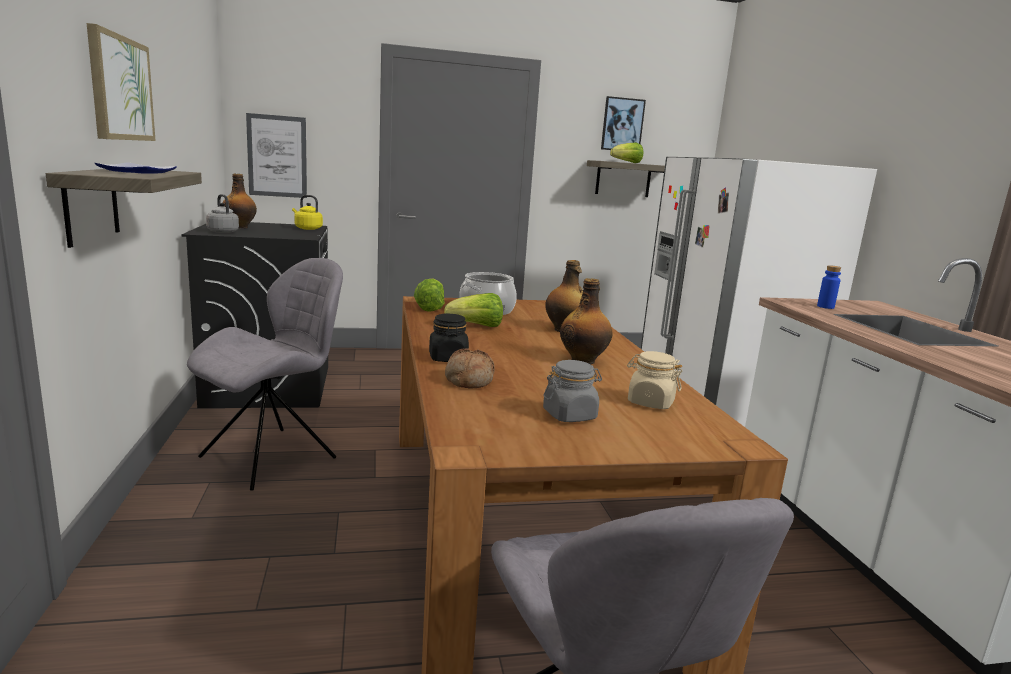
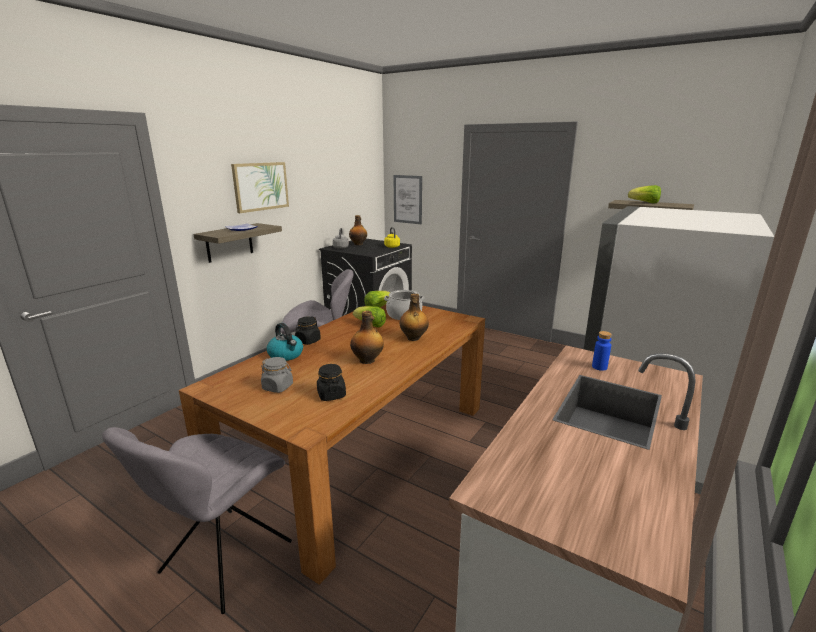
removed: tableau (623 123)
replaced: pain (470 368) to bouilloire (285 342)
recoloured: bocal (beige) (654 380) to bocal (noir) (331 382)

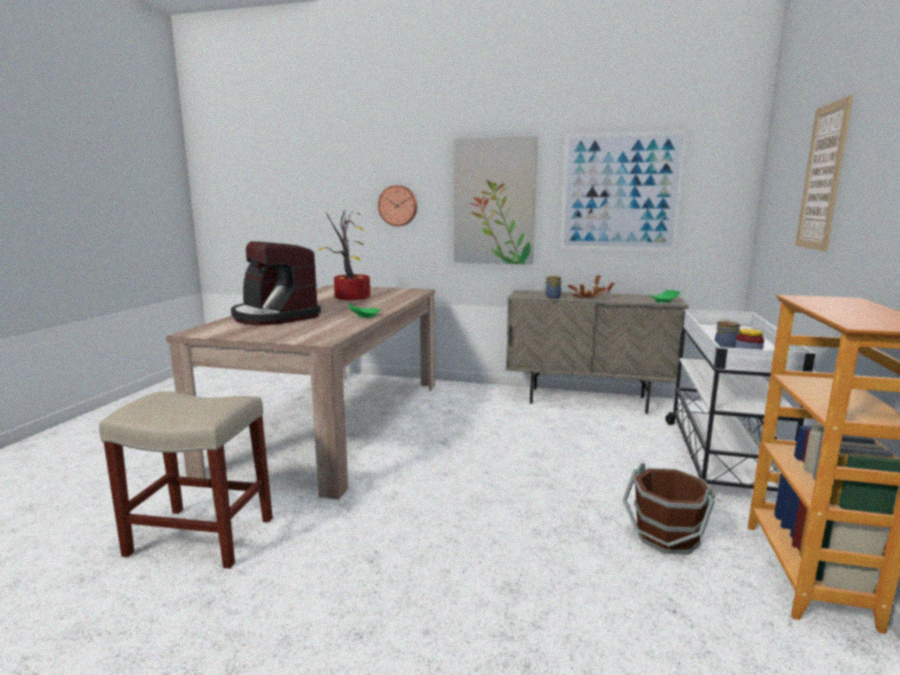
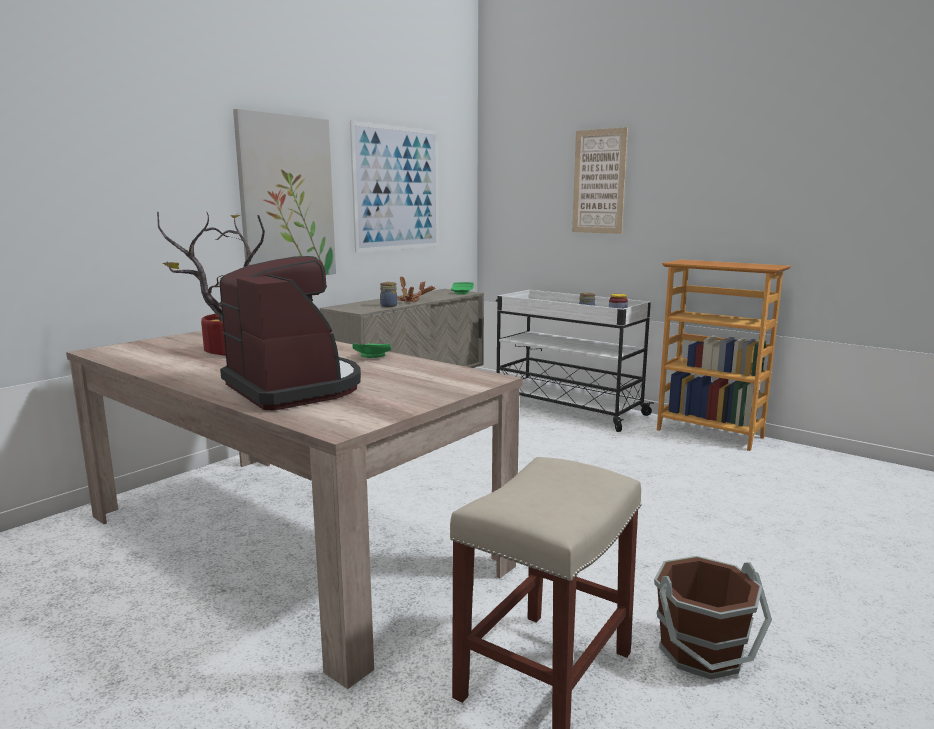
removed: horloge murale (397 205)
moved: seau (marron) (669 509) to (713 617)
turned: machine à café (276 283) = (290 333) 105 degrees counterclockwise

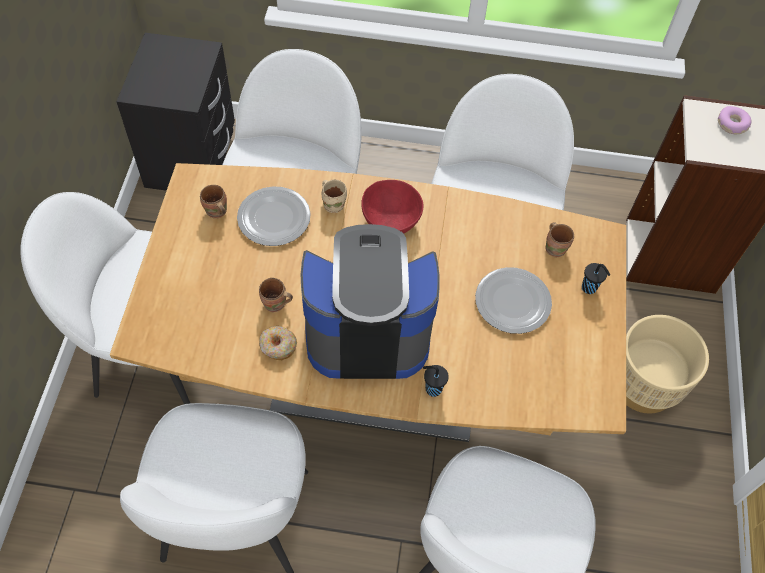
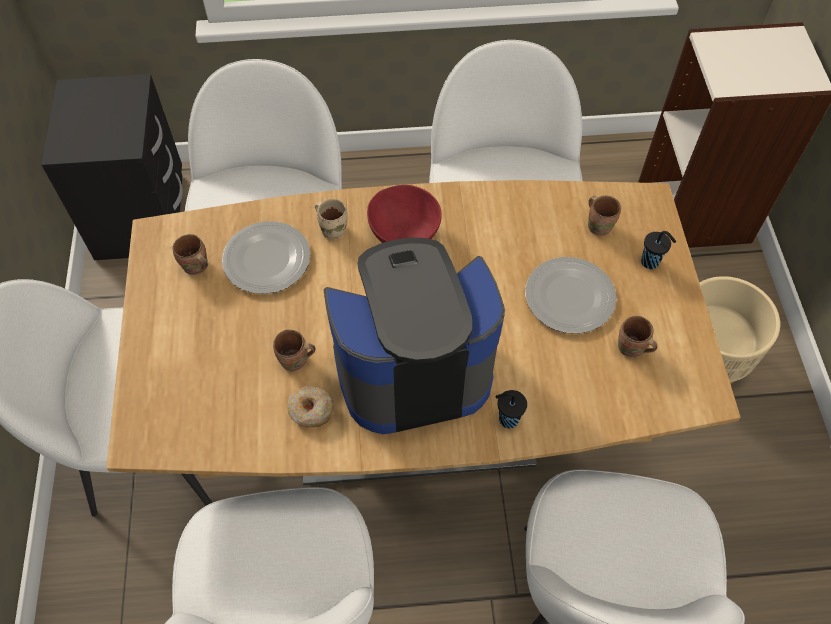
removed: beignet (735 120)
added: mug (marron) (638 337)

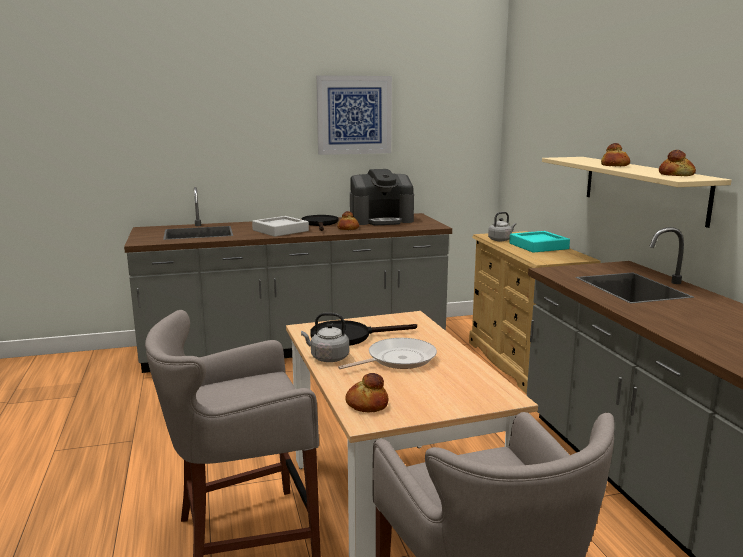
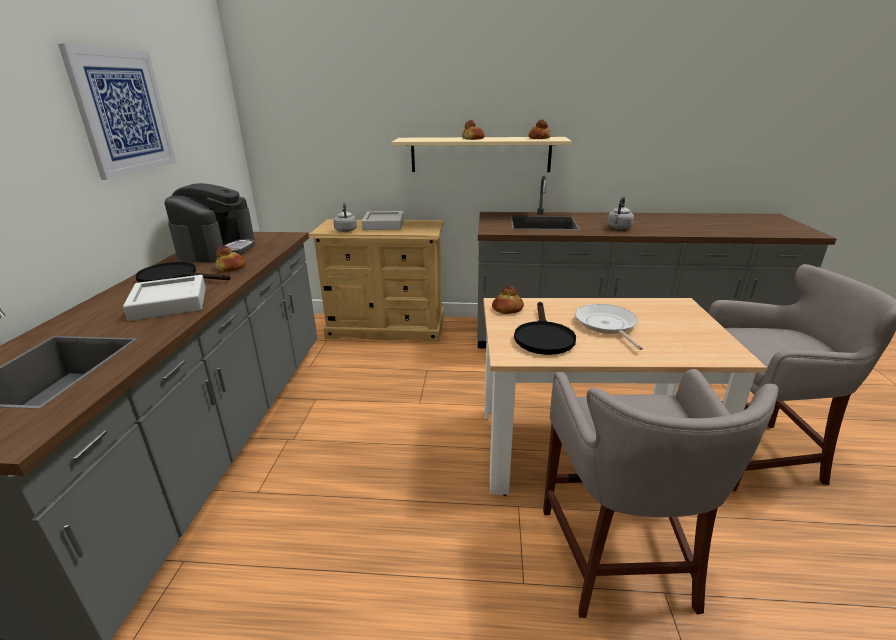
moved: bouilloire (gris) (325 337) to (620 213); pain (367 393) to (508 299)
recoloured: plateau (turquoise) (539 242) to plateau (gris) (382 220)

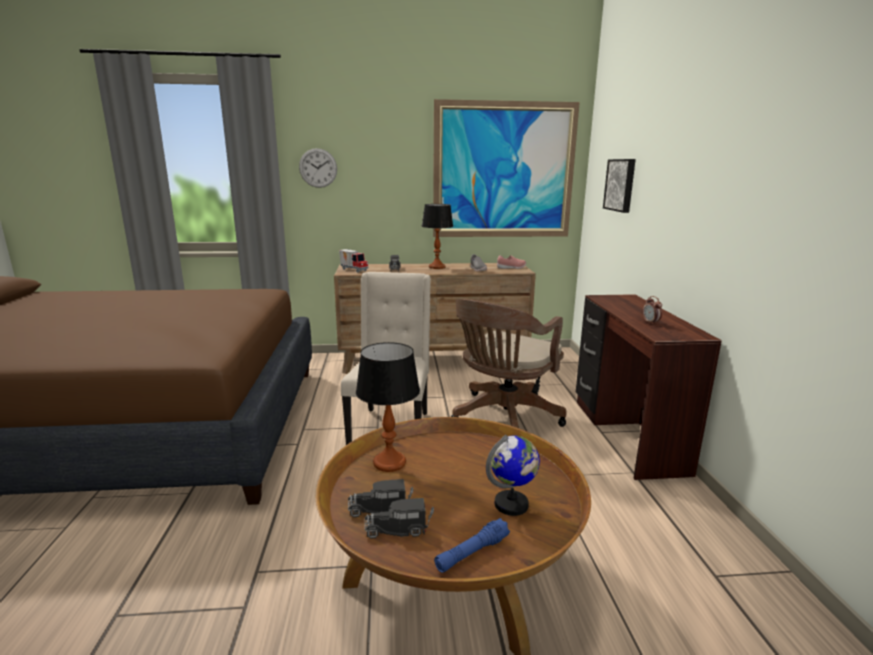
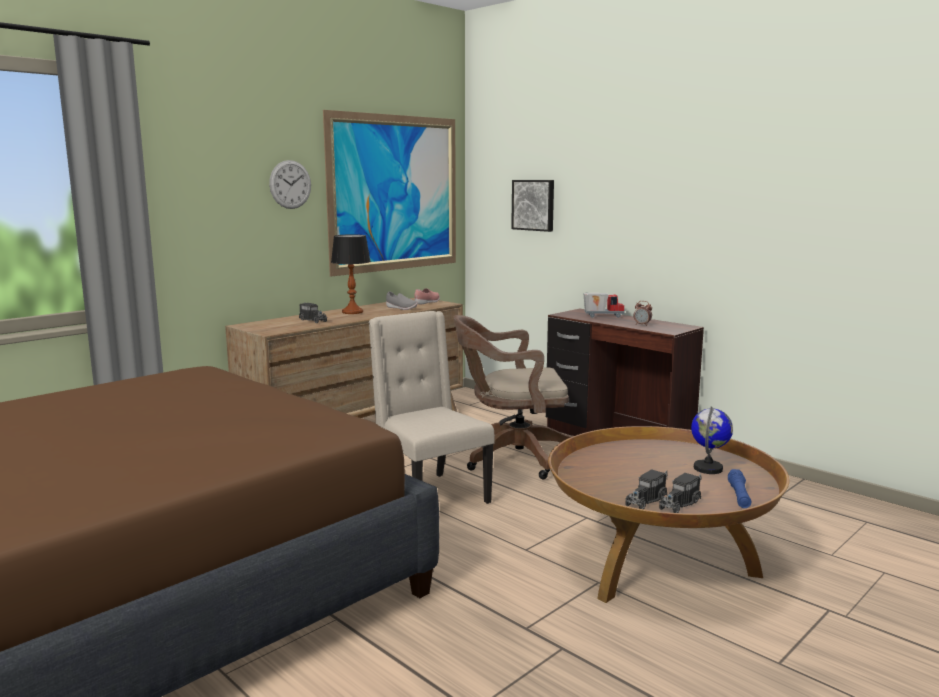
removed: lampe de table (388 407)
moved: horloge murale (318 168) to (290 184); camion jouet (354 261) to (604 305)
turned: chaise de bureau (marron) (509 363) = (513 397) 90 degrees clockwise

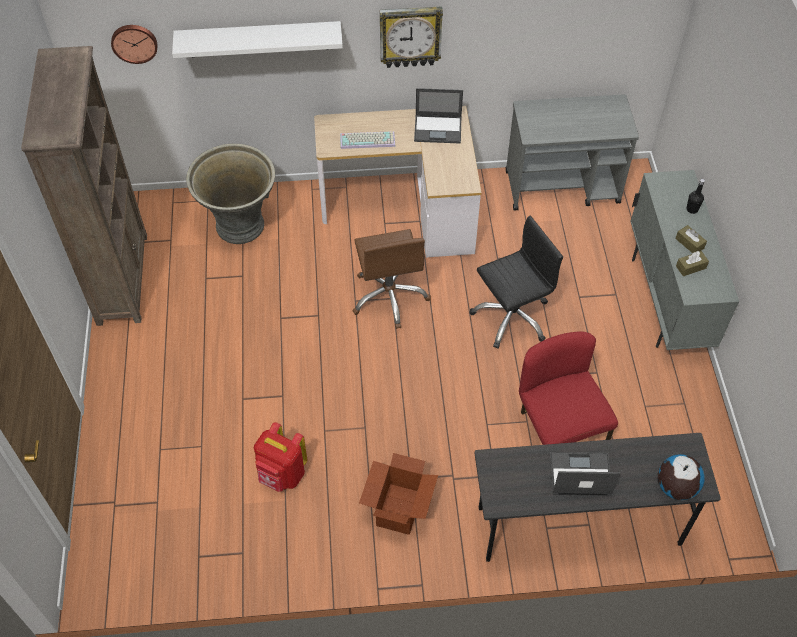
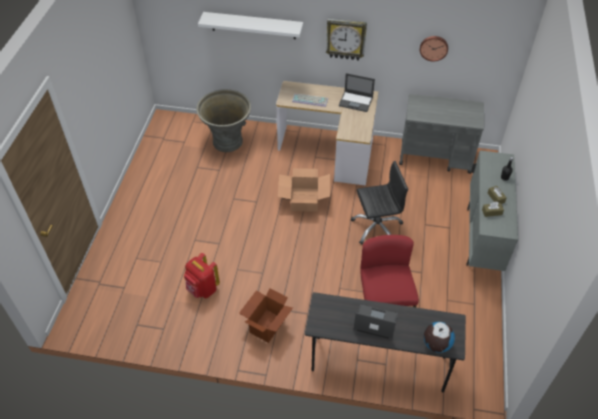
removed: bibliothèque (marron) (84 186)
moved: horloge murale (134 44) to (434 49)
replaced: chaise de bureau (marron) (391 279) to carton (304 190)

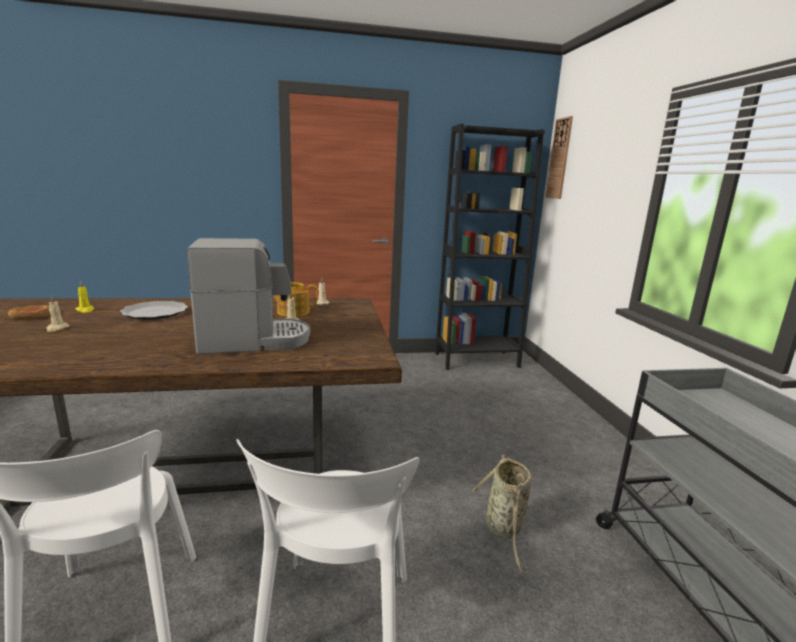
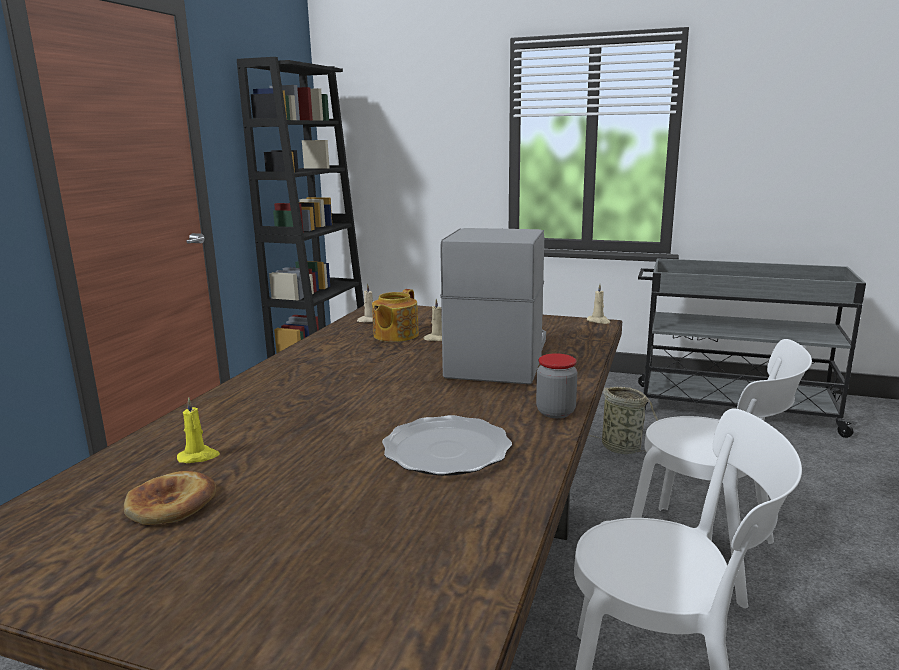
removed: horloge murale (559 157)
added: bocal (556 385)
moved: bougie (beige) (58 314) to (599 304); assiette (154 310) to (447 445)

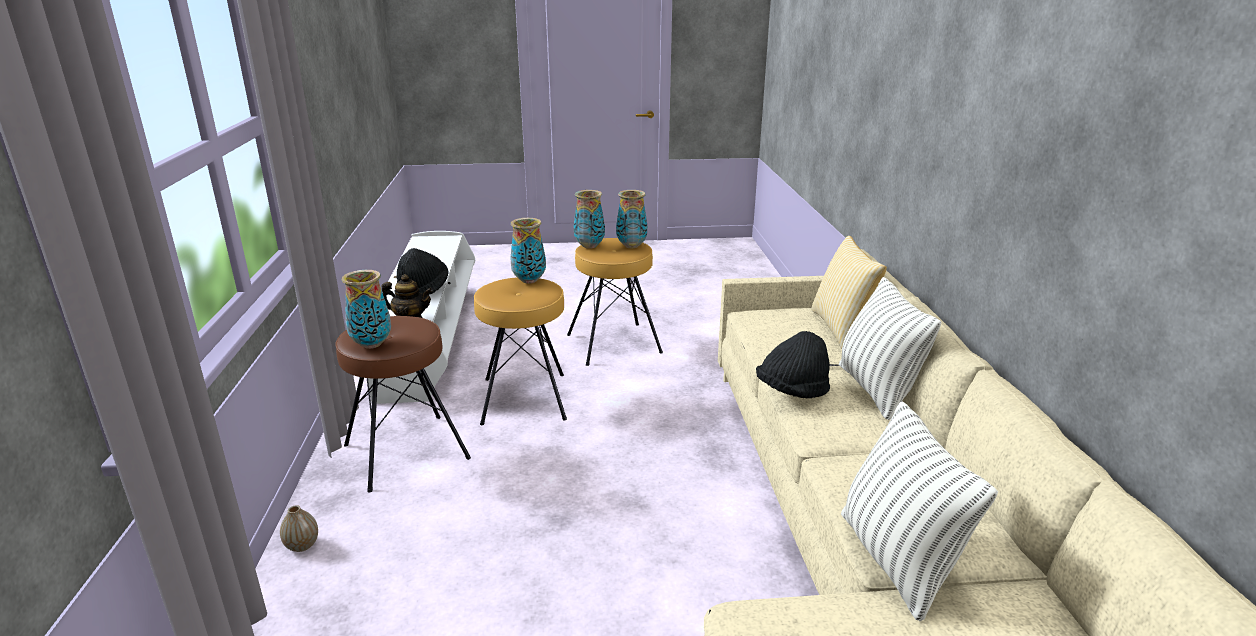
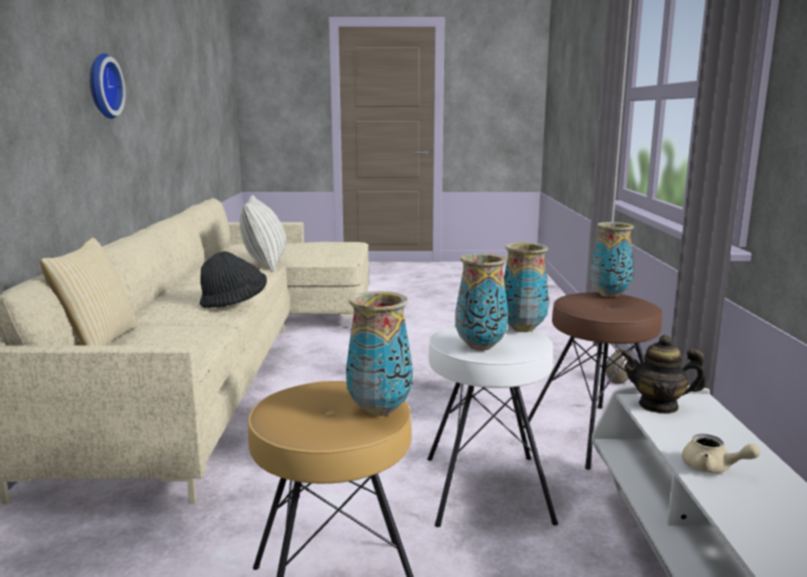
removed: coussin (890 348)
added: horloge murale (107 86)
moved: vase (631 219) to (526 287)
replaced: chapeau (noir) (423 271) to théière (beige) (721 453)
recoloured: tabouret (marron) (520 351) to tabouret (blanc) (492 425)

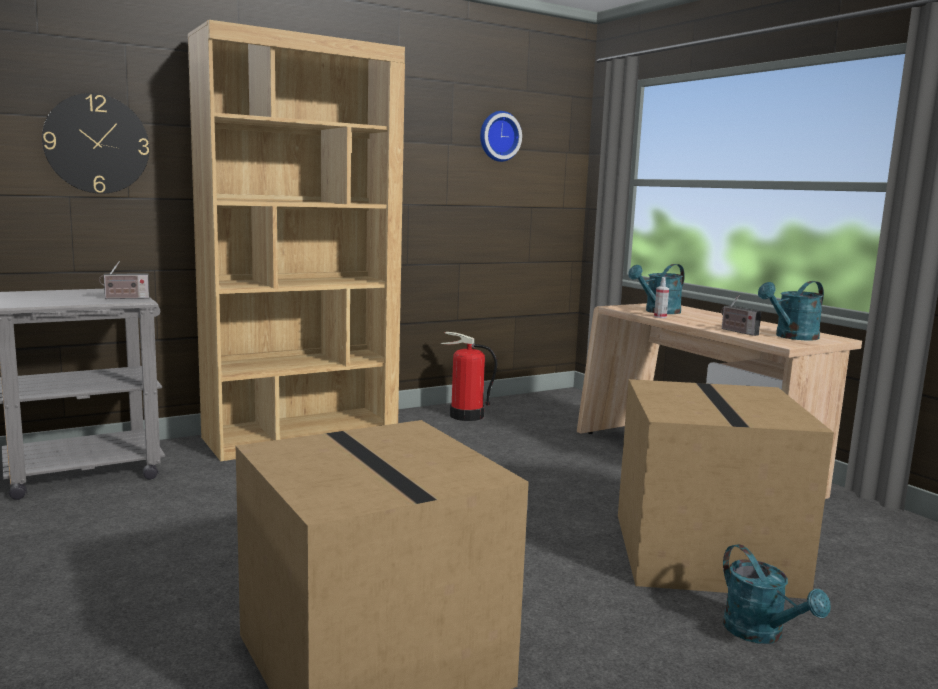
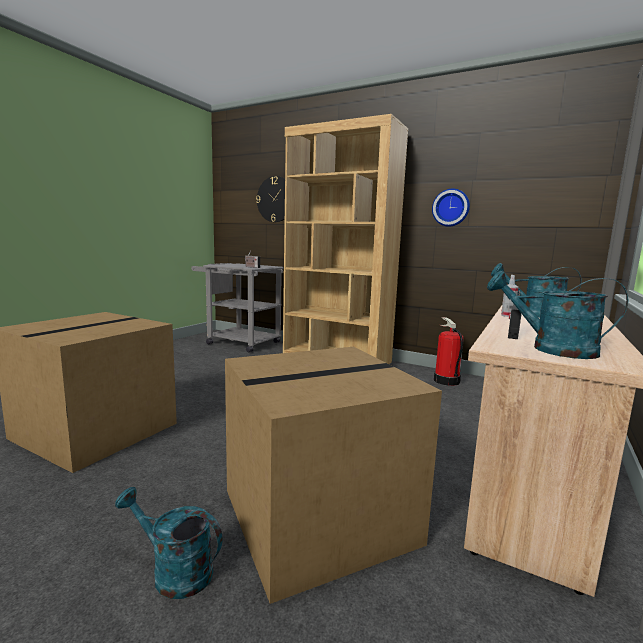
moved: horloge murale (501 136) to (451 208)
turned: arrosoir (turquoise) (776 594) = (169 543) 75 degrees clockwise

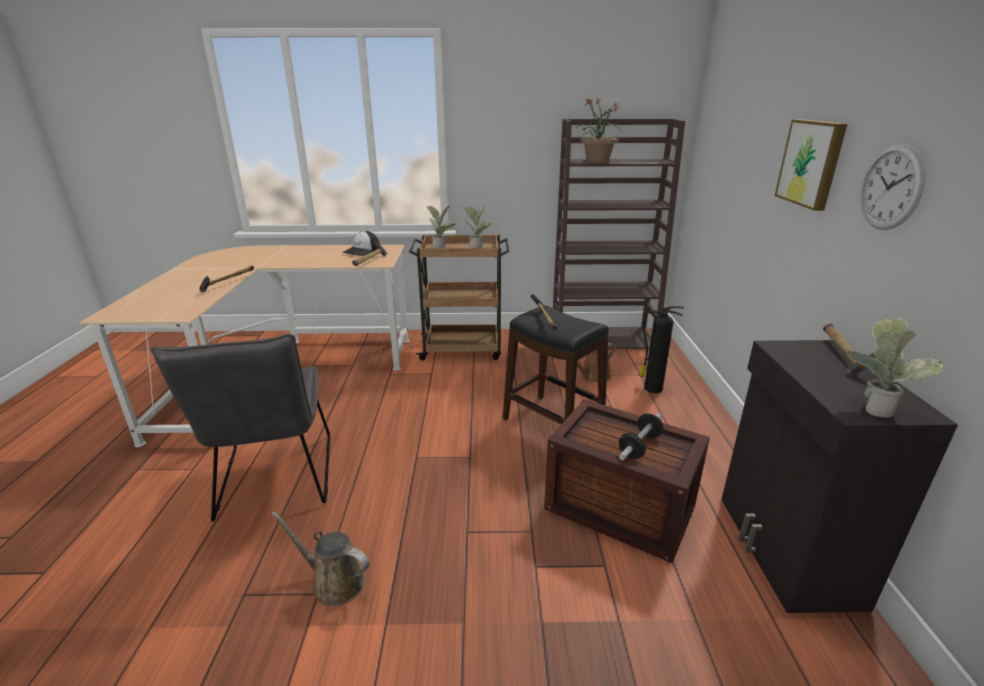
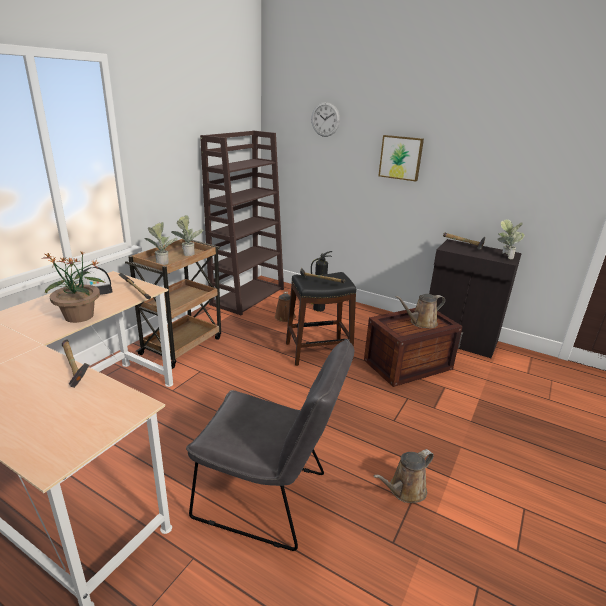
moved: plante en pot (598 130) to (75 287); horloge murale (893 187) to (325 119)
replaced: haltère (641 436) to arrosoir (marron) (420 311)

